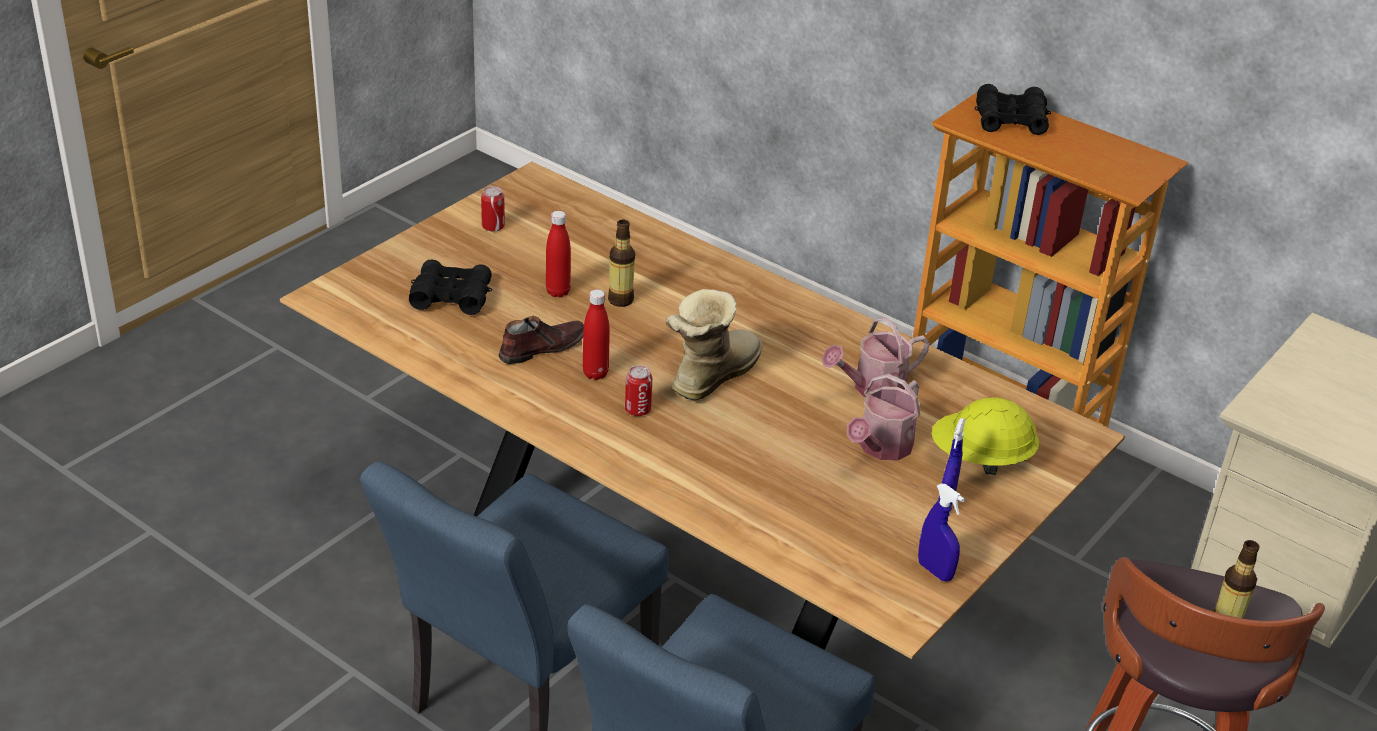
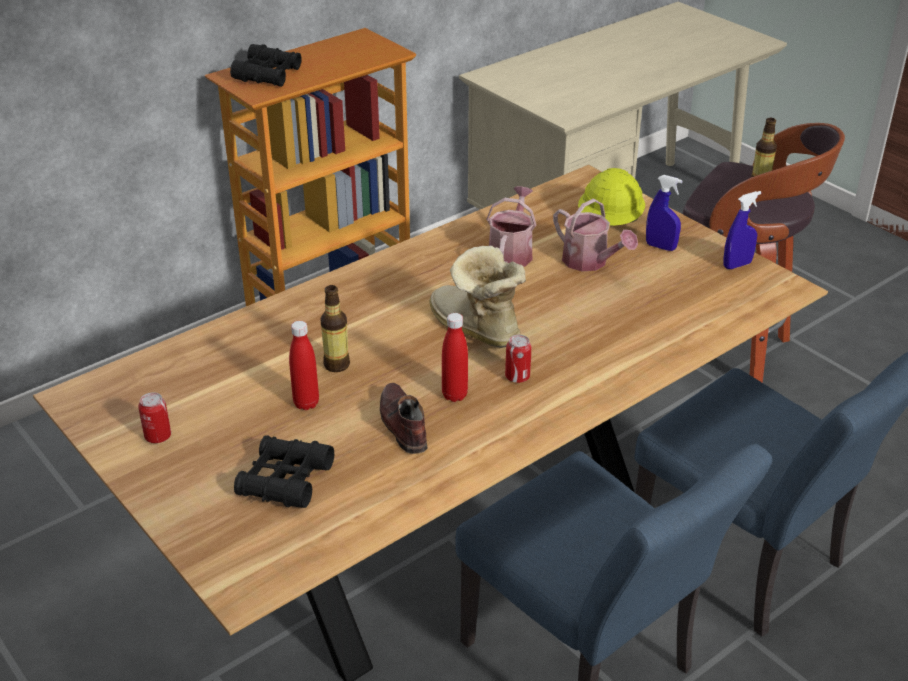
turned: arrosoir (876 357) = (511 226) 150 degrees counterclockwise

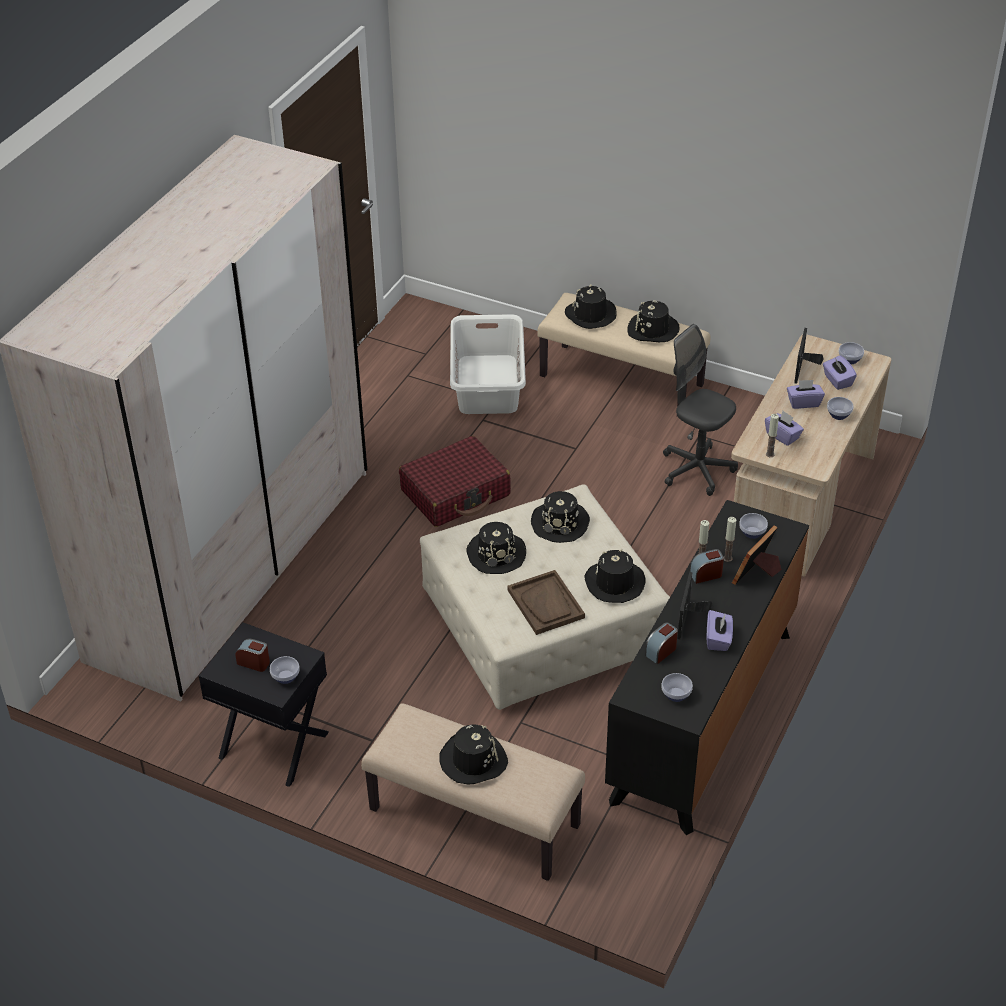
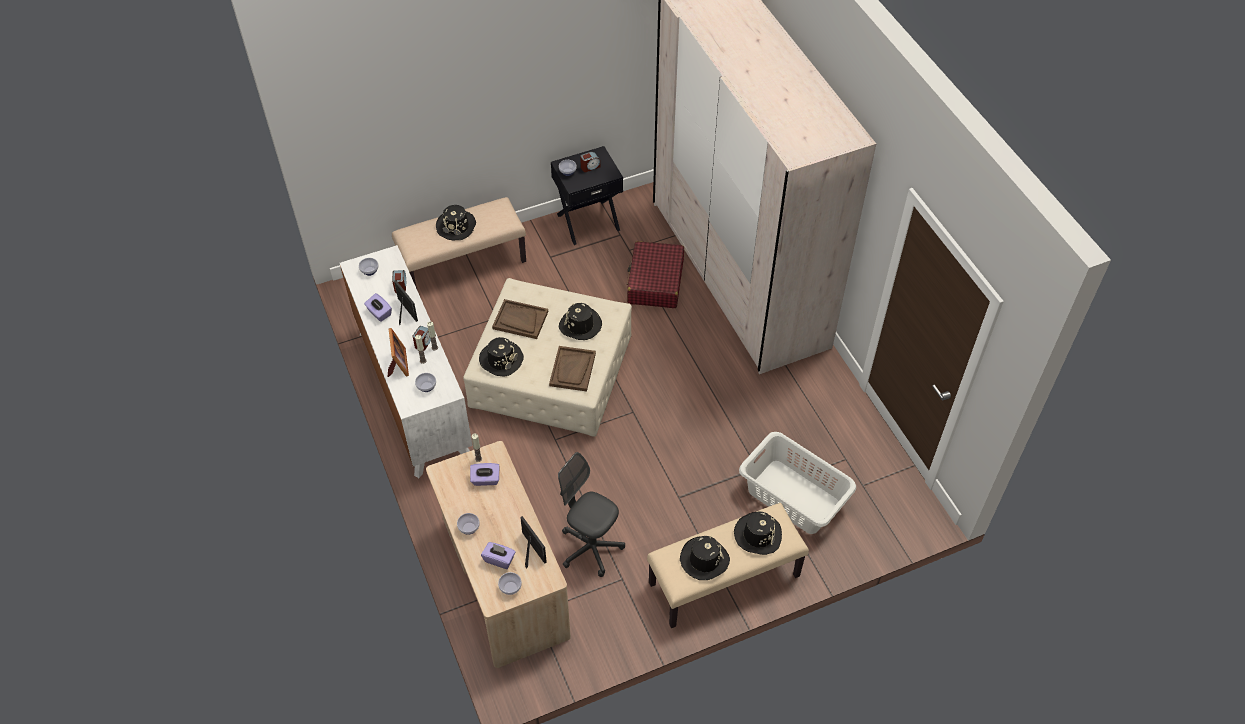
removed: boîte à mouchoirs (violet) (806 394)
moved: valise (rouge) (455 481) to (655 274)
replaced: chapeau (noir) (560 517) to plateau (marron) (572 369)
recoloured: commode (noir) (707 667) to commode (blanc) (406 361)
turned: chaise de bureau (gris) (700 410) = (591 514) 135 degrees counterclockwise

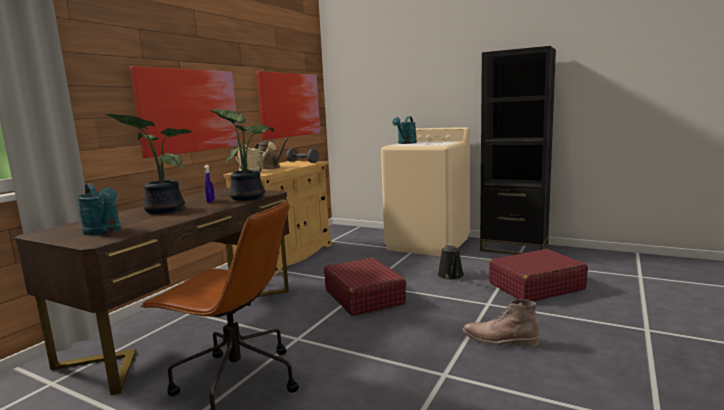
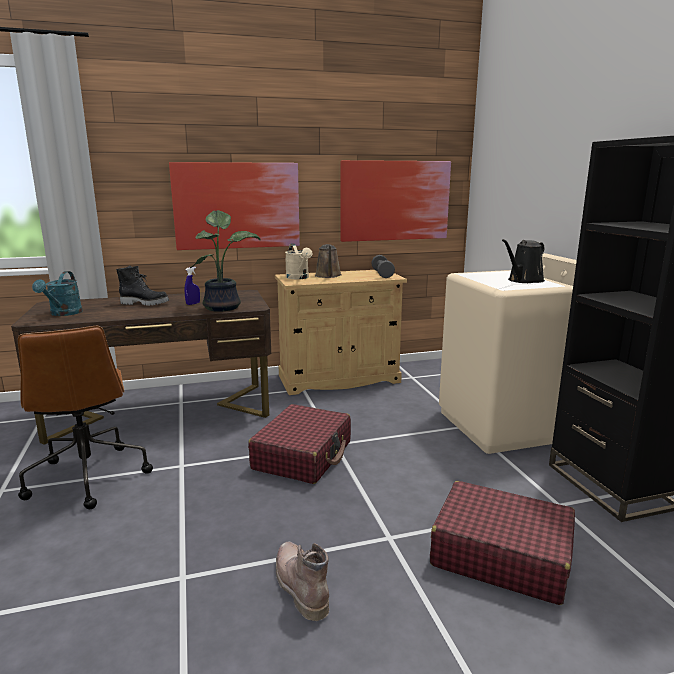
removed: arrosoir (turquoise) (404 130)
moved: arrosoir (noir) (451 261) to (523 261)
replaced: plante en pot (148 163) to botte (noir) (142 286)

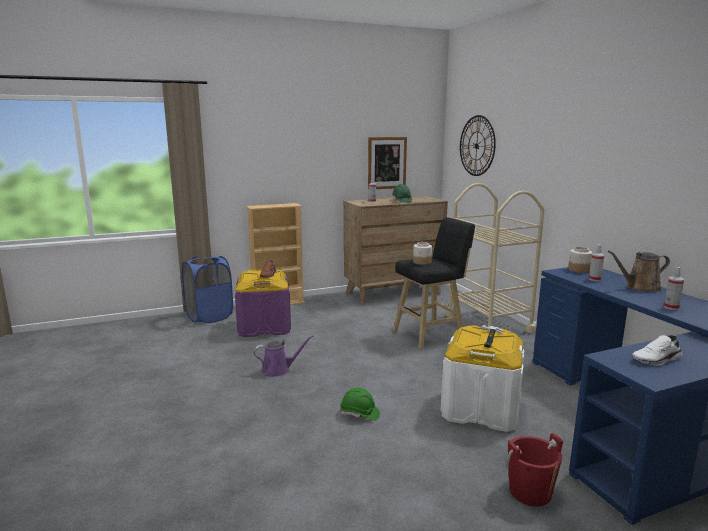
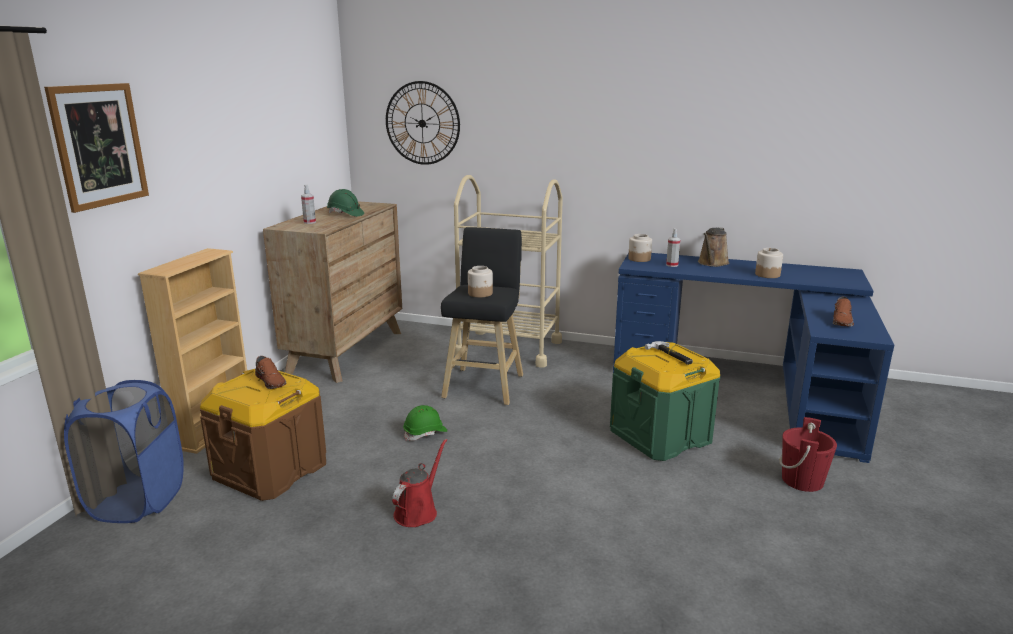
moved: tableau (387 163) to (96 148); casque de chantier (vert) (360 404) to (425 423)
replaced: vaporisateur (674 288) to bocal (769 263)
recoloured: boîte de rangement (violet) (263 303) to boîte de rangement (marron) (263 435); boîte de rangement (blanc) (482 379) to boîte de rangement (vert) (665 401); arrosoir (violet) (283 356) to arrosoir (rouge) (419 483); chaussure (blanc) (657 350) to chaussure (marron) (843 311)

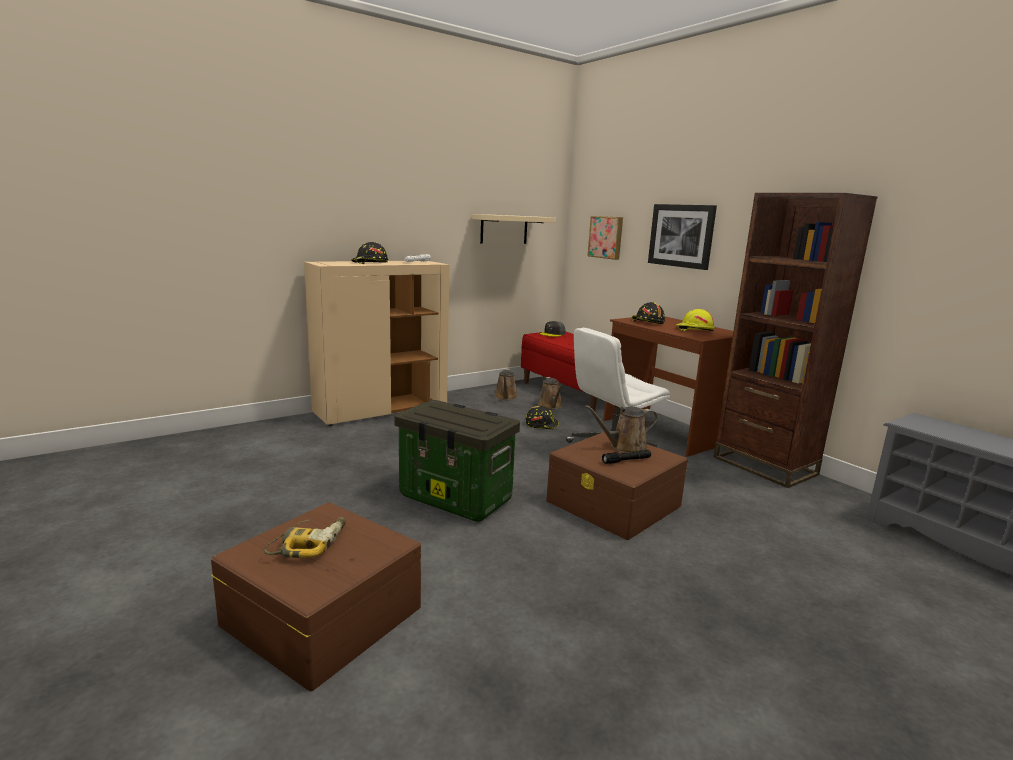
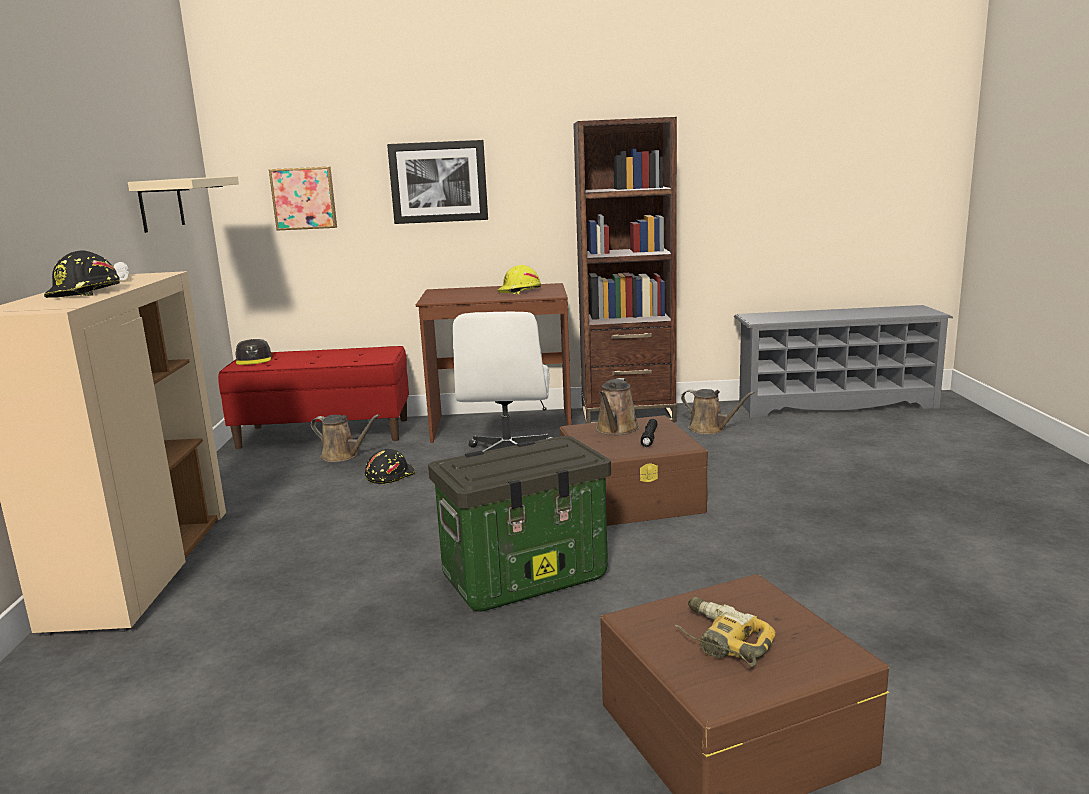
removed: casque de chantier (noir) (648 313)
moved: arrosoir (marron) (506 384) to (718 411)

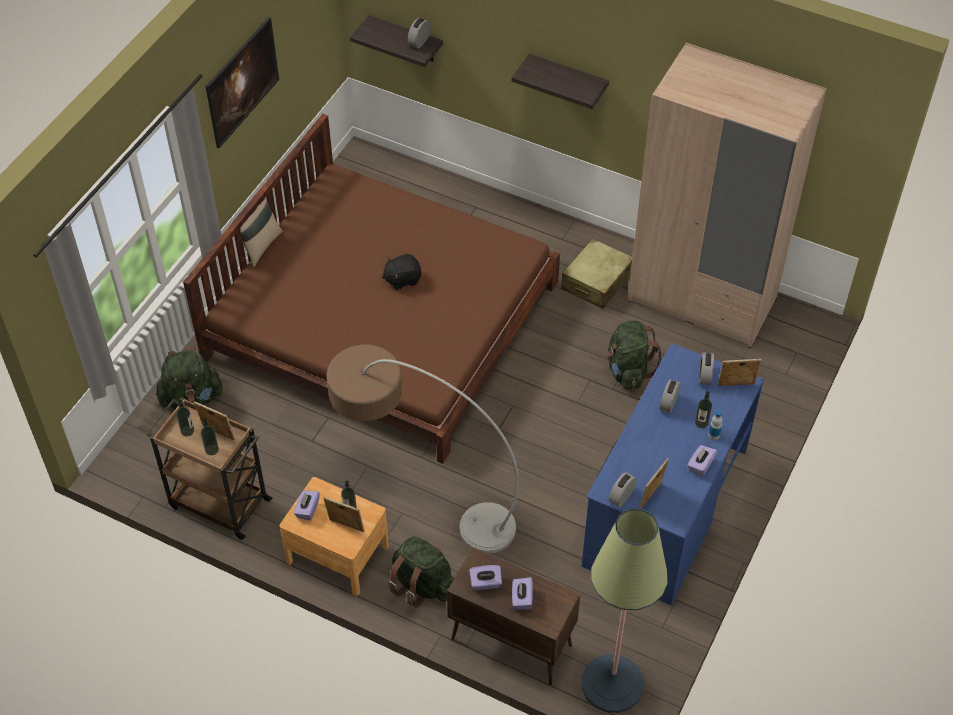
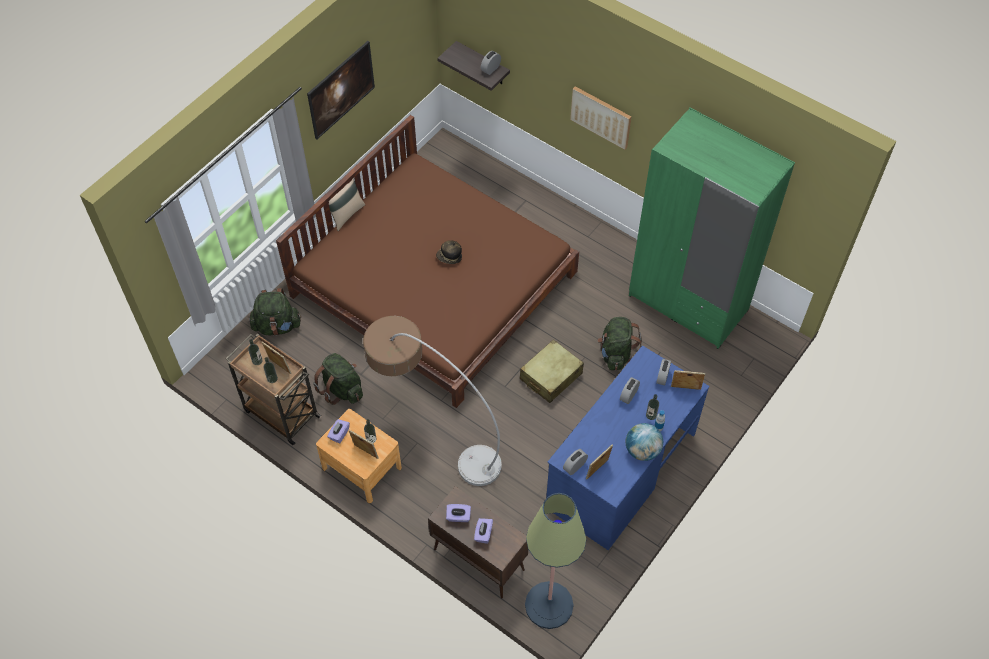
moved: valise (beige) (596 273) to (552 371); sac à dos (vert) (421 572) to (338 379)
replaced: étagère (560 81) to tableau (600 118); peluche (noir) (401 272) to chapeau (449 252); boîte à mouchoirs (violet) (702 461) to globe (644 442)
recoloured: armoire (beige) (727 195) to armoire (vert) (712 228)

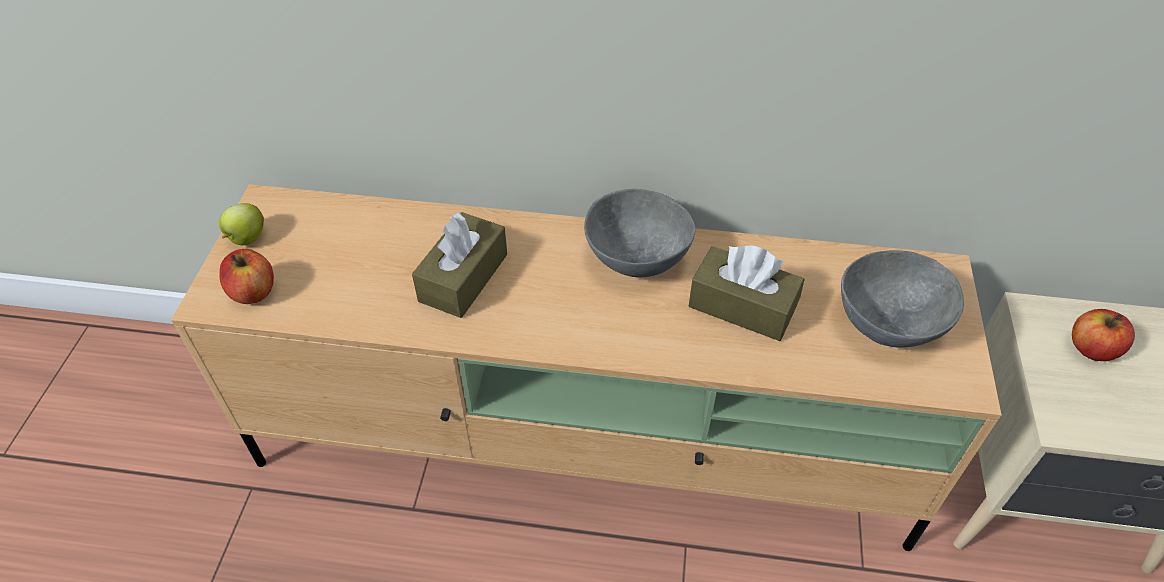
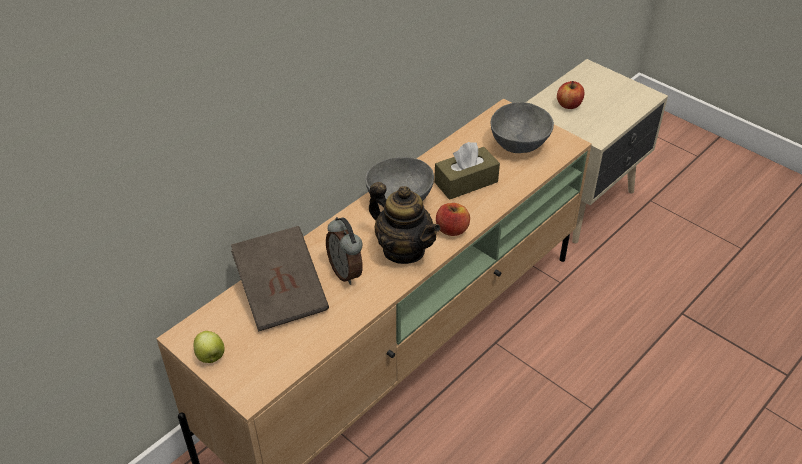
added: théière (404 223); livre (marron) (280 279)
moved: pomme (246 276) to (453 219)
replaced: boîte à mouchoirs (marron) (459 265) to réveil (344 251)

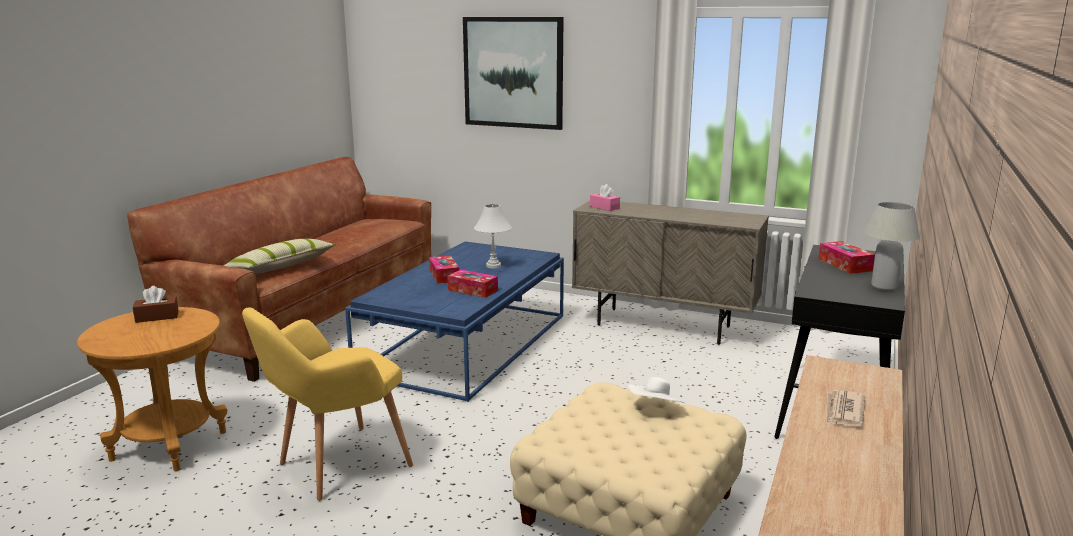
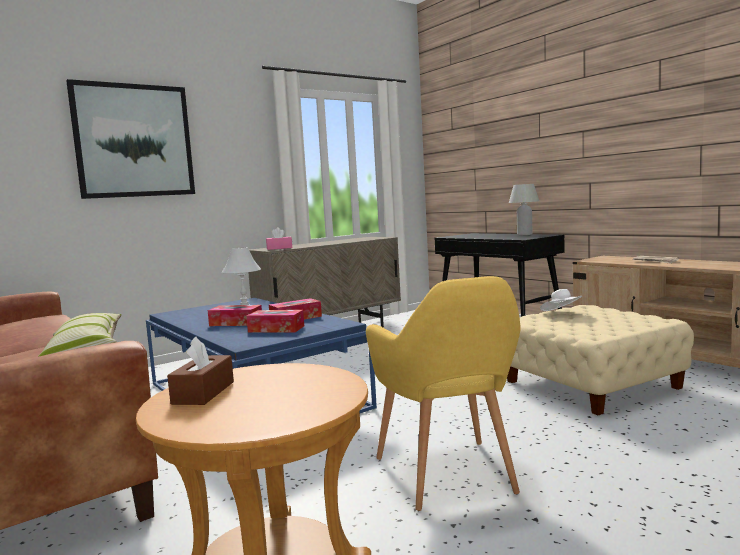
moved: boîte à mouchoirs (846 257) to (275 321)

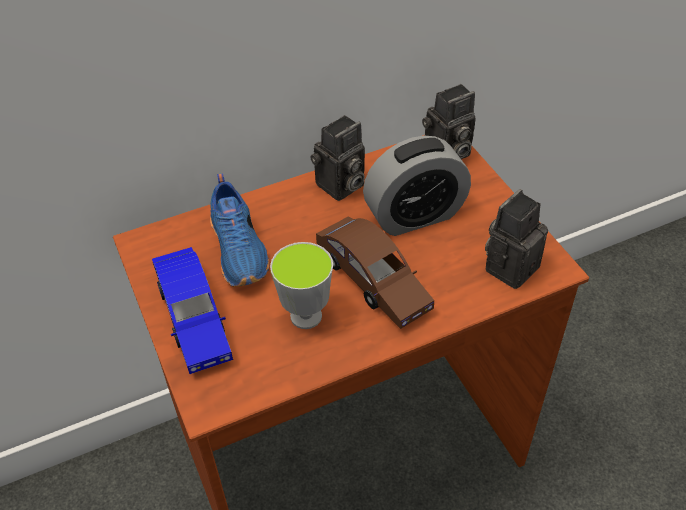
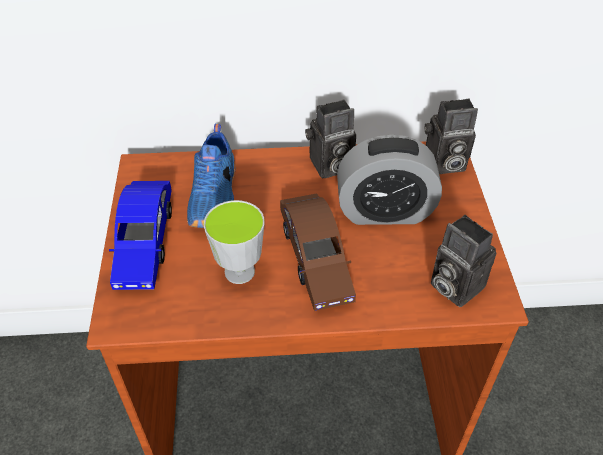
turned: appareil photo (516 239) = (463 261) 105 degrees counterclockwise

